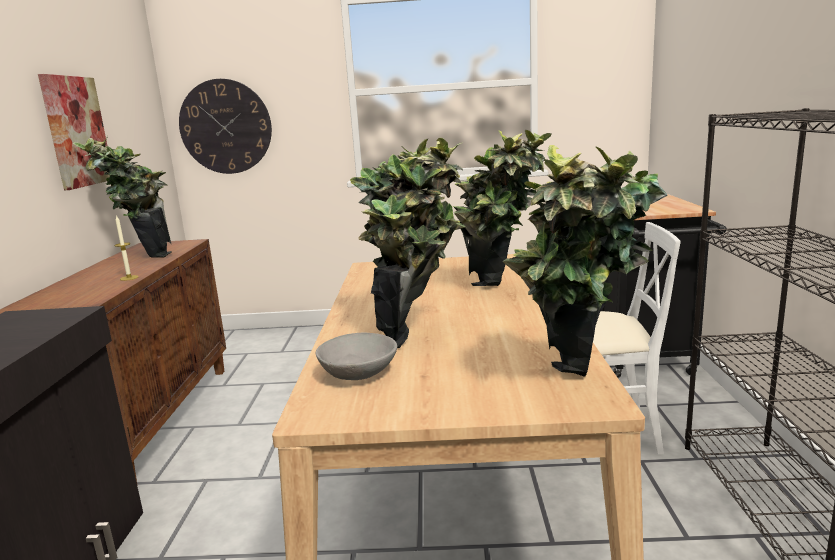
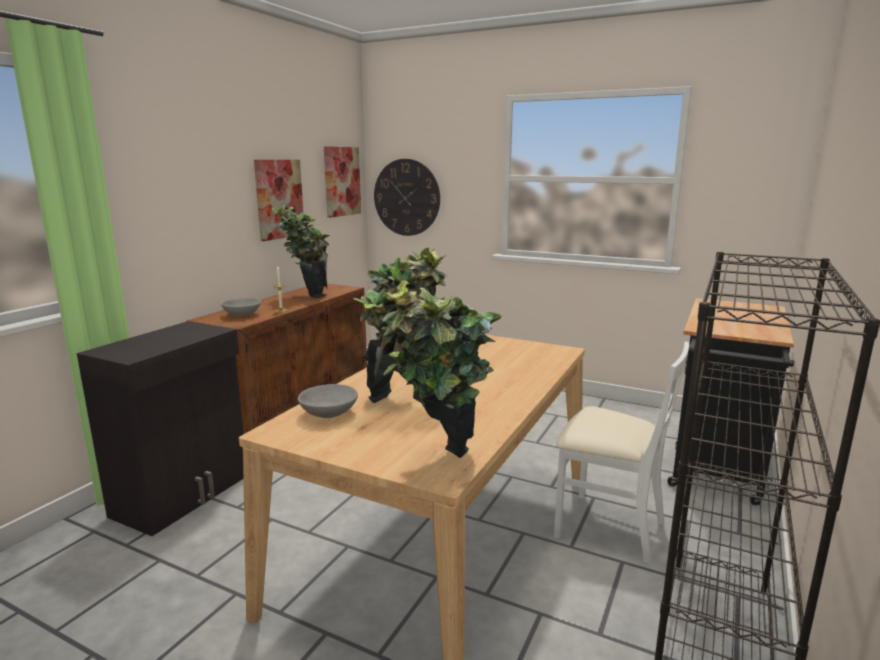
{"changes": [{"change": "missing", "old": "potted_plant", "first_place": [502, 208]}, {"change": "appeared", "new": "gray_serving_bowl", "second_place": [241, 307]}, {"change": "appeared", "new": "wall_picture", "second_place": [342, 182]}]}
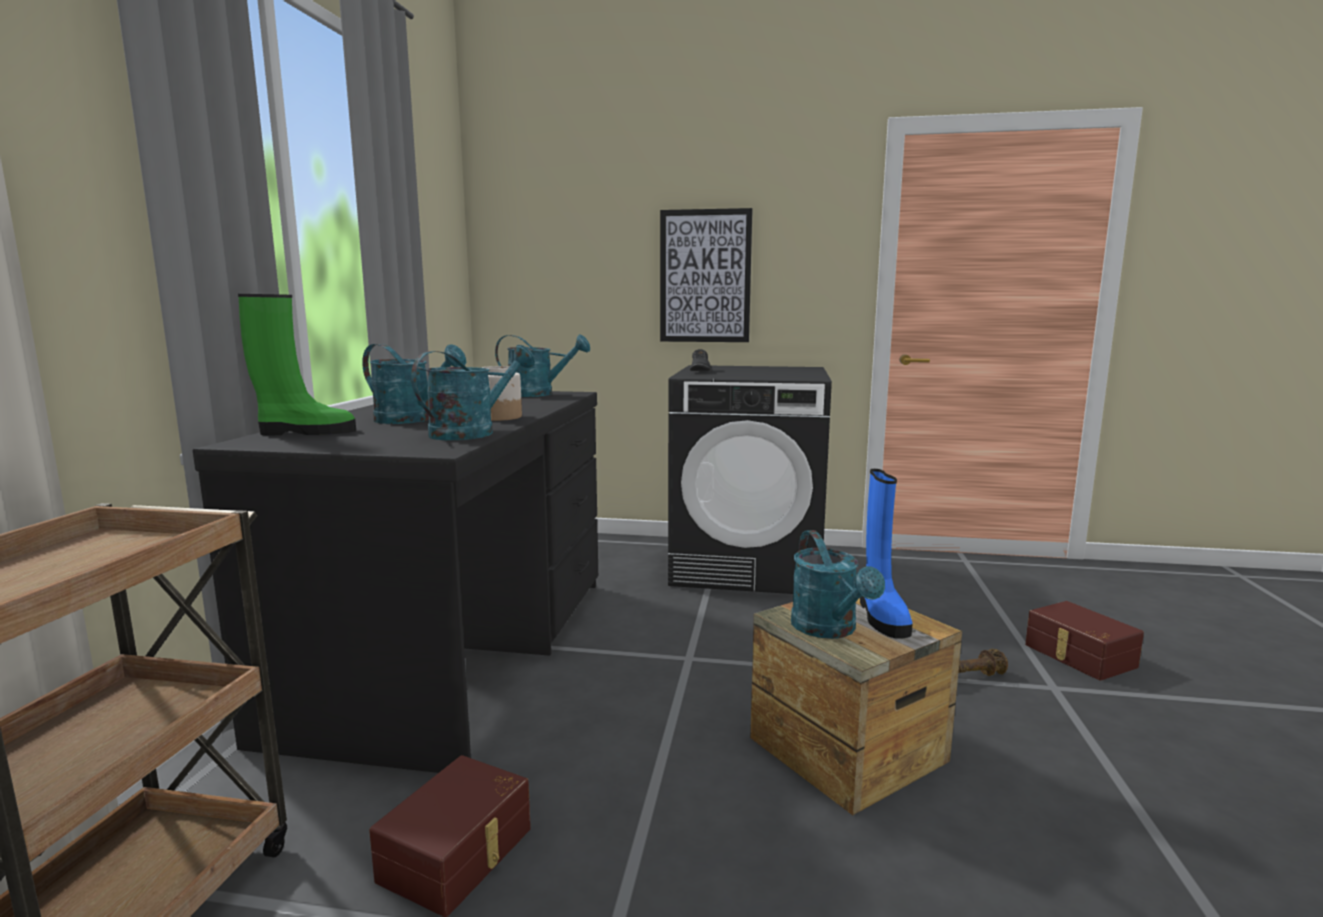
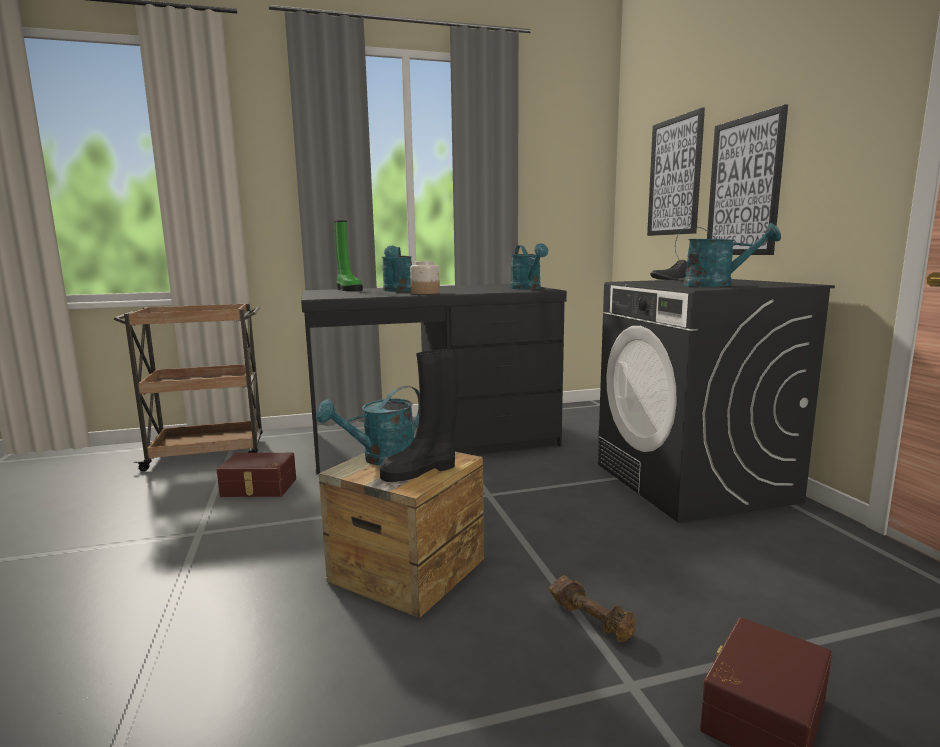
{"changes": [{"change": "appeared", "new": "wall_picture", "second_place": [676, 171]}, {"change": "relocated", "old": "turquoise_watering_pot", "first_place": [473, 392], "second_place": [728, 255]}, {"change": "colour", "old": "blue-coloured_tall_boot", "new": "black_tall_boot", "first_place": [886, 554], "second_place": [419, 415]}]}
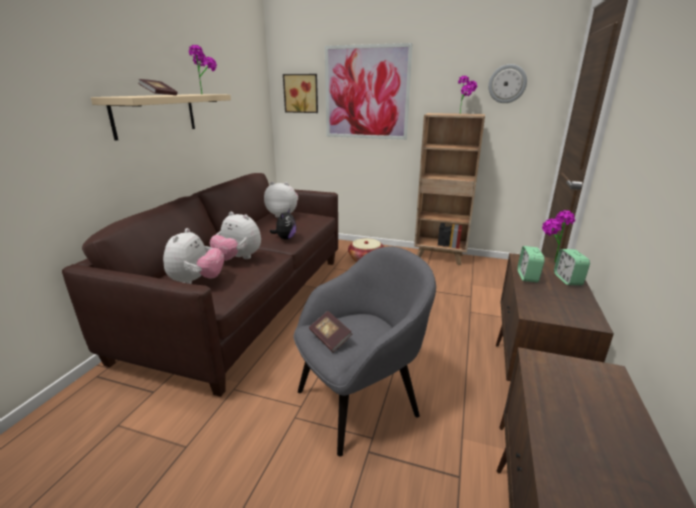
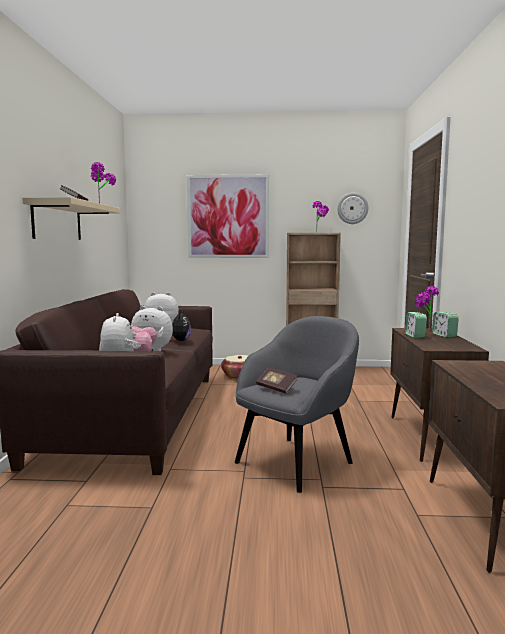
{"changes": [{"change": "missing", "old": "wall_picture", "first_place": [300, 93]}]}
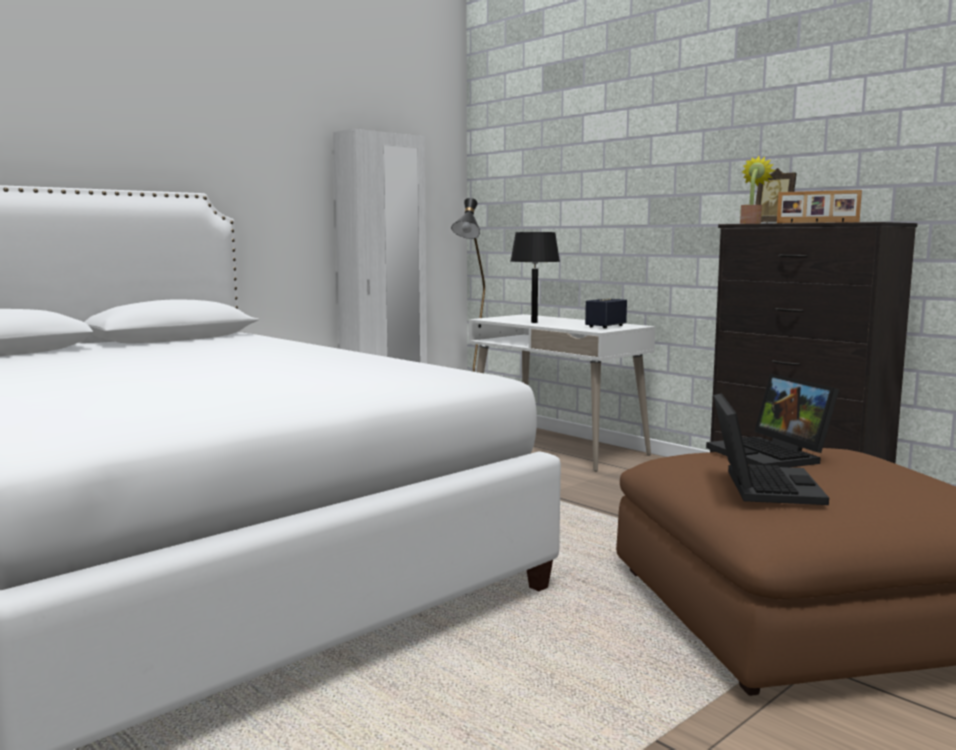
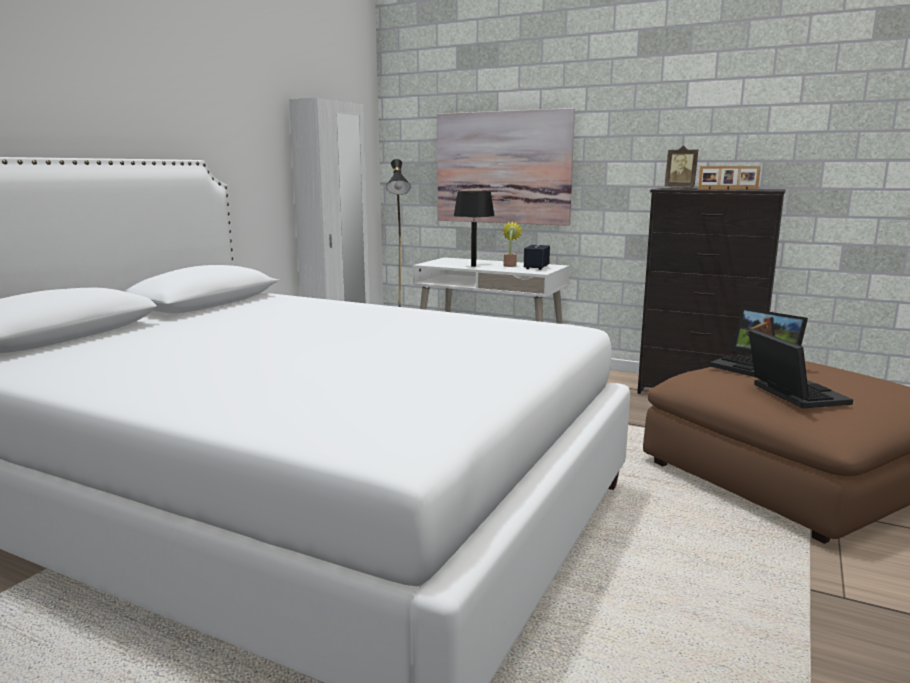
{"changes": [{"change": "appeared", "new": "wall_picture", "second_place": [506, 167]}, {"change": "relocated", "old": "potted_plant", "first_place": [757, 190], "second_place": [512, 244]}]}
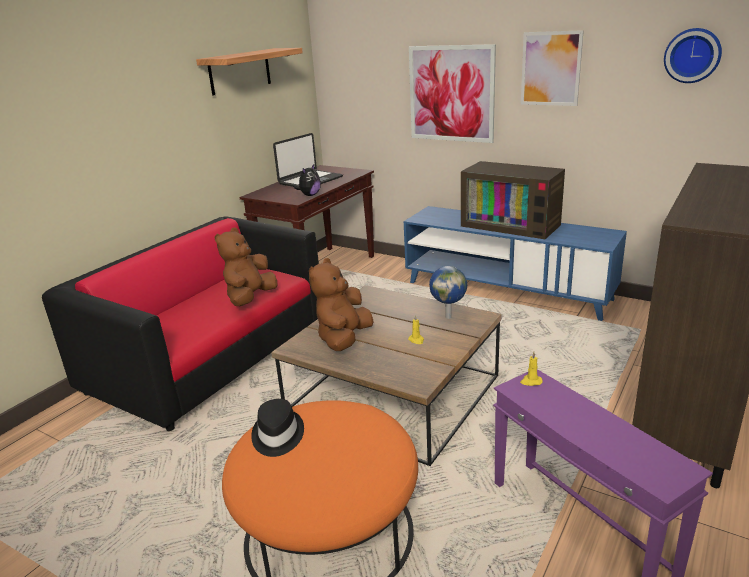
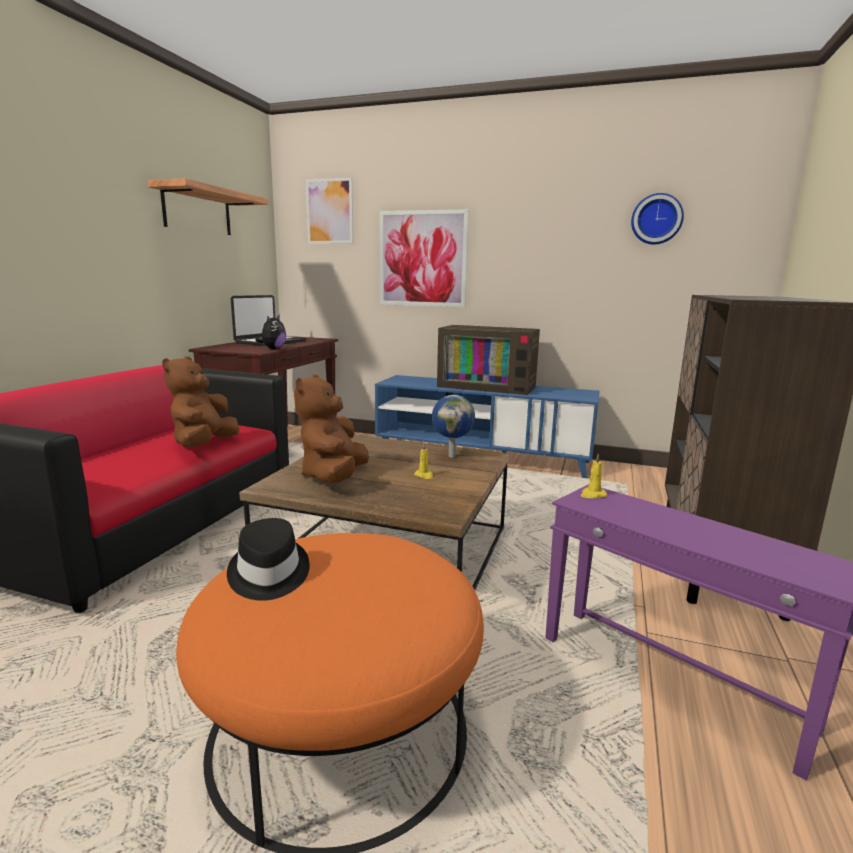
{"changes": [{"change": "relocated", "old": "wall_picture", "first_place": [552, 68], "second_place": [329, 210]}]}
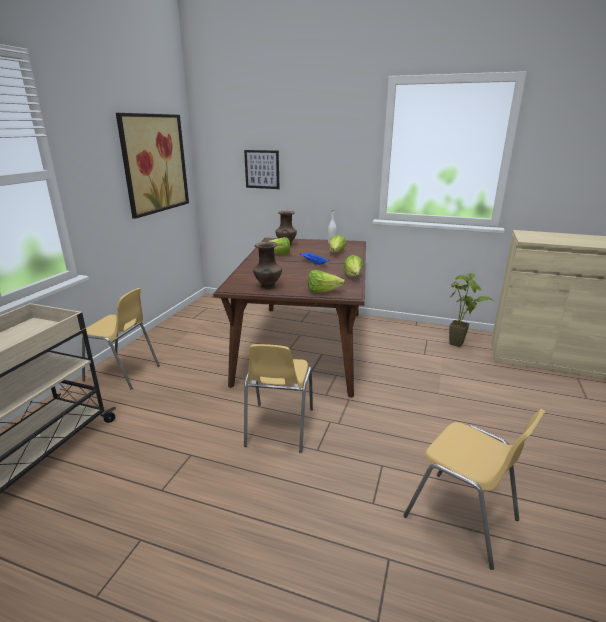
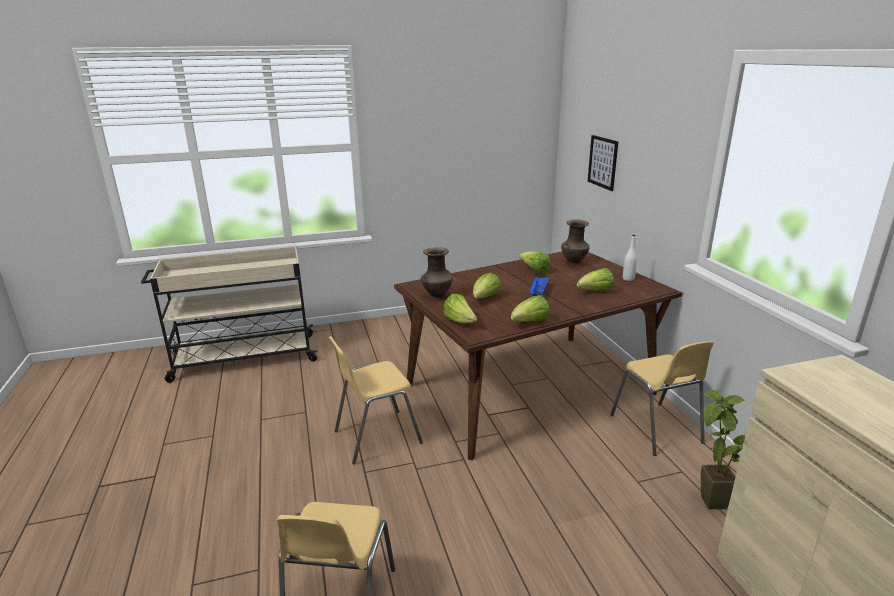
{"changes": [{"change": "missing", "old": "wall_picture", "first_place": [152, 166]}, {"change": "appeared", "new": "head_of_lettuce", "second_place": [487, 285]}, {"change": "relocated", "old": "yellowish_upright_chair", "first_place": [120, 338], "second_place": [662, 398]}]}
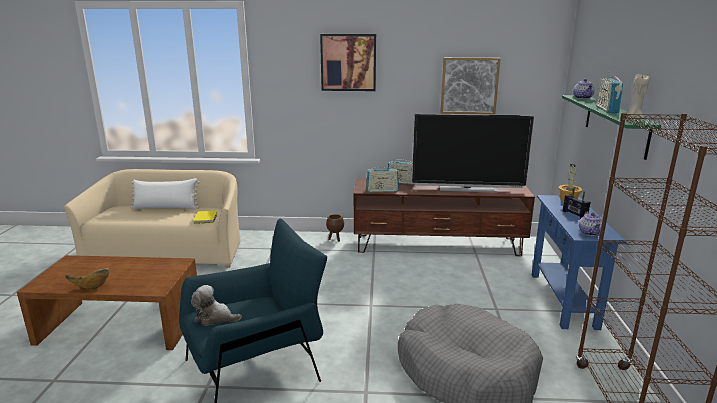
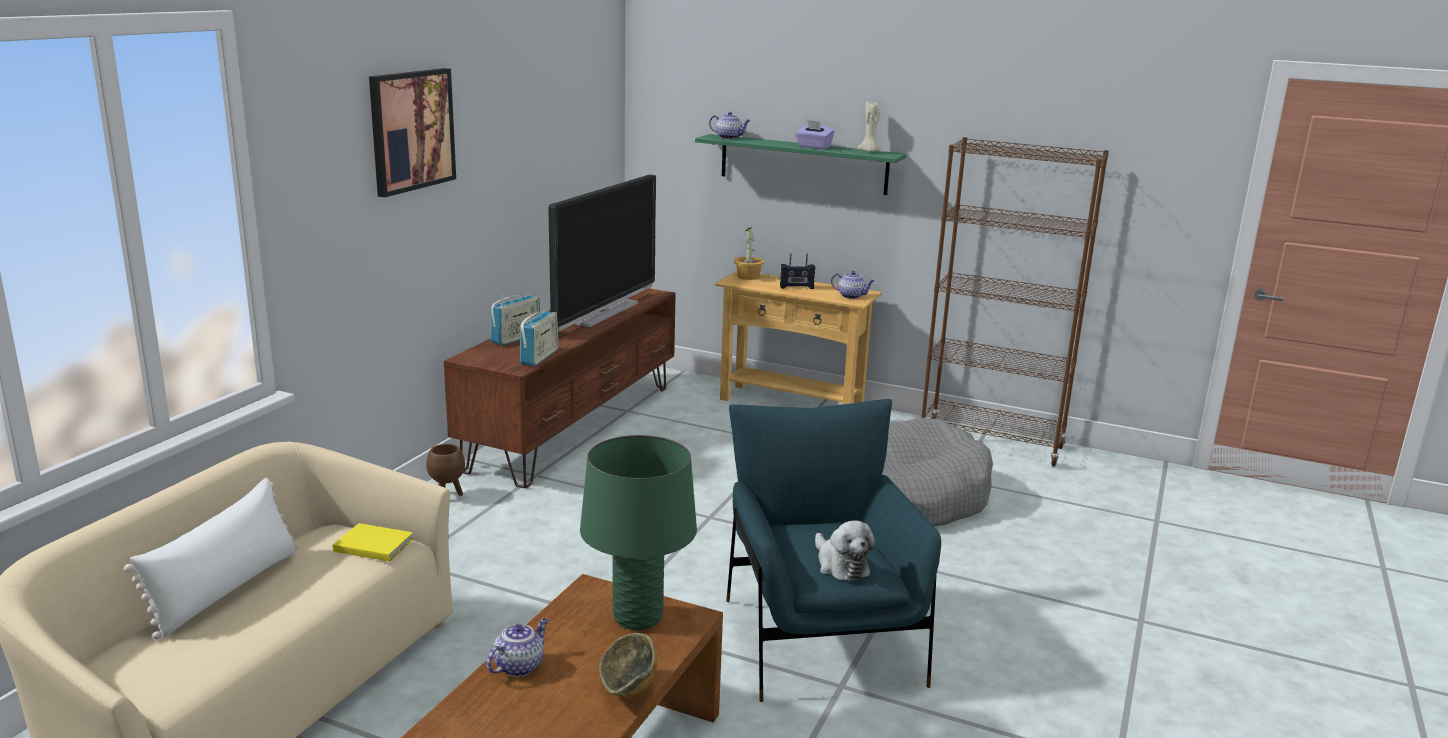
{"changes": [{"change": "missing", "old": "wall_picture", "first_place": [470, 86]}, {"change": "appeared", "new": "teapot", "second_place": [517, 647]}, {"change": "appeared", "new": "green_lamp_for_a_table", "second_place": [638, 533]}, {"change": "exchanged", "old": "radio", "new": "purple-coloured_tissue_box", "first_place": [610, 92], "second_place": [815, 134]}, {"change": "colour", "old": "blue-coloured_hall_table", "new": "sand-coloured_hall_table", "first_place": [579, 262], "second_place": [798, 338]}, {"change": "spun", "old": "plush_toy", "first_place": [216, 305], "second_place": [845, 551], "degrees": -60}]}
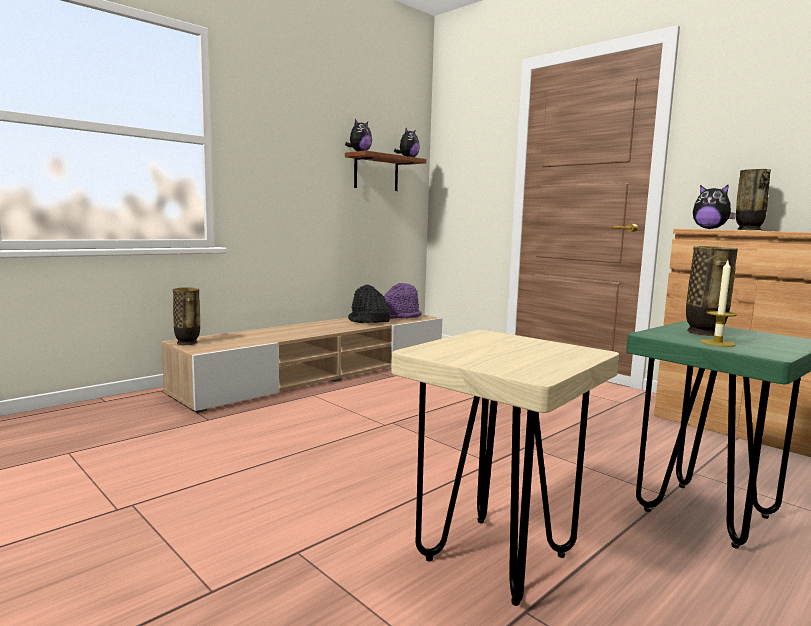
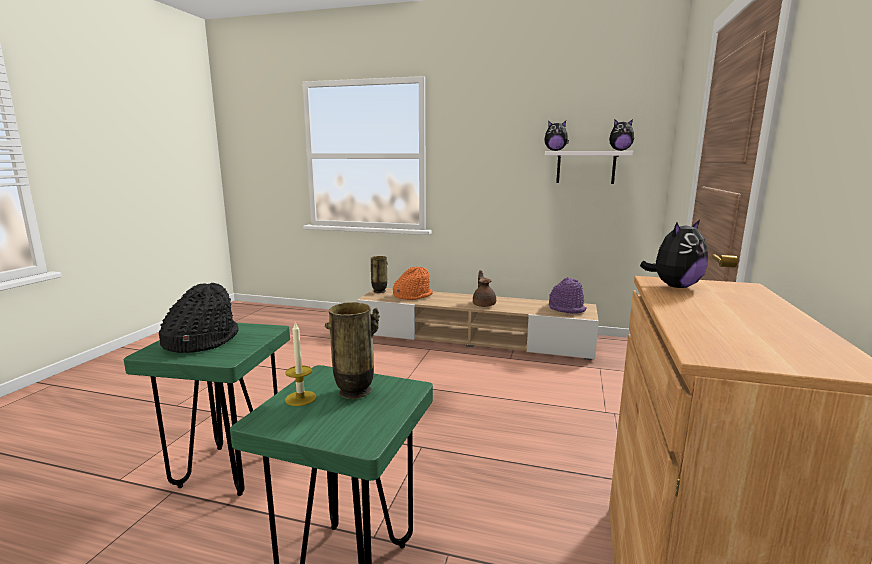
{"changes": [{"change": "missing", "old": "decorative_vase", "first_place": [753, 199]}, {"change": "appeared", "new": "orange_wearable_hat", "second_place": [413, 283]}, {"change": "appeared", "new": "brown-coloured_teapot", "second_place": [484, 288]}, {"change": "relocated", "old": "black_wearable_hat", "first_place": [369, 303], "second_place": [199, 318]}, {"change": "colour", "old": "brown-coloured_bracket_shelf", "new": "white_bracket_shelf", "first_place": [386, 170], "second_place": [589, 167]}, {"change": "colour", "old": "sand-coloured_stool", "new": "green_stool", "first_place": [505, 468], "second_place": [207, 409]}, {"change": "spun", "old": "plush_toy", "first_place": [714, 206], "second_place": [674, 254], "degrees": -135}]}
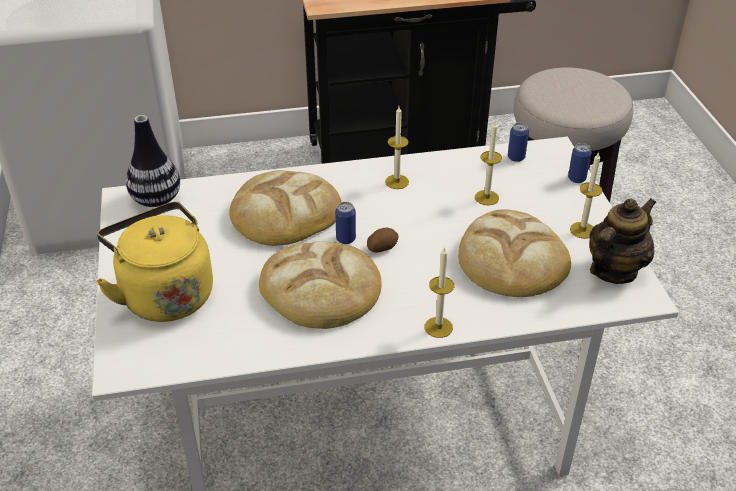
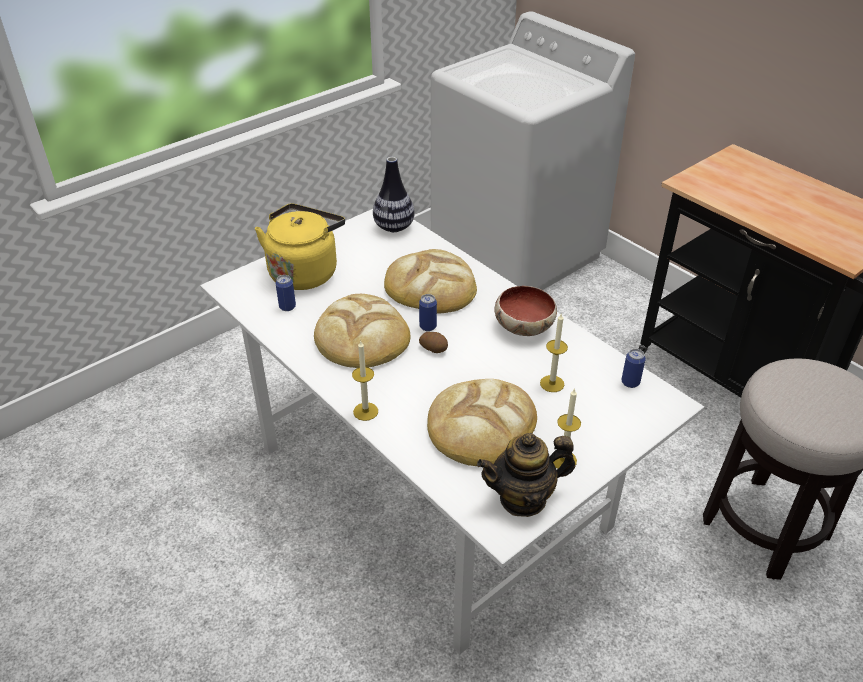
{"changes": [{"change": "relocated", "old": "metal_can", "first_place": [580, 163], "second_place": [285, 293]}, {"change": "exchanged", "old": "wax_candle", "new": "serving_bowl", "first_place": [397, 147], "second_place": [525, 311]}, {"change": "spun", "old": "teapot", "first_place": [622, 241], "second_place": [526, 475], "degrees": 150}]}
